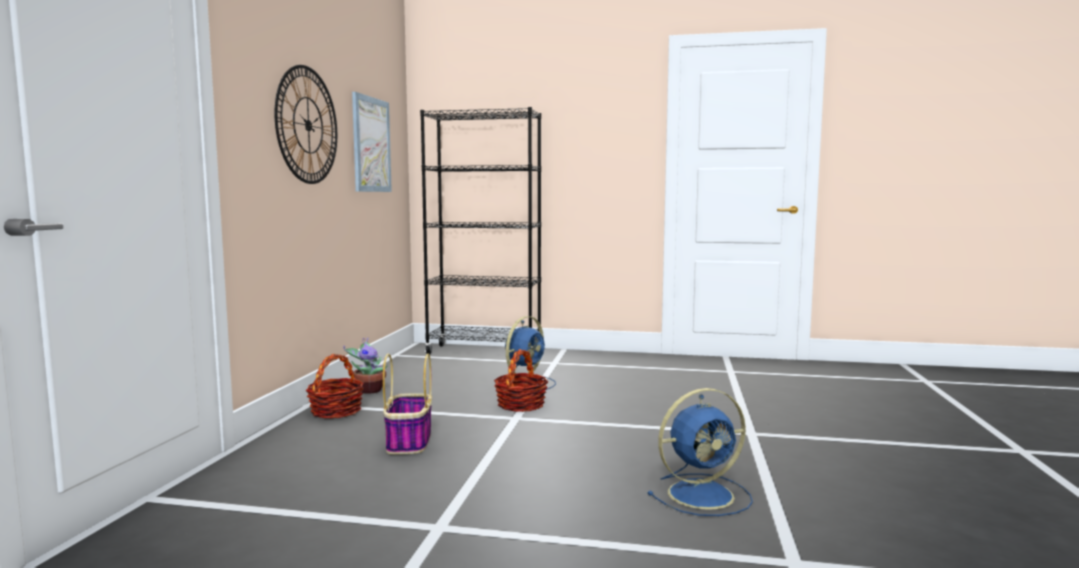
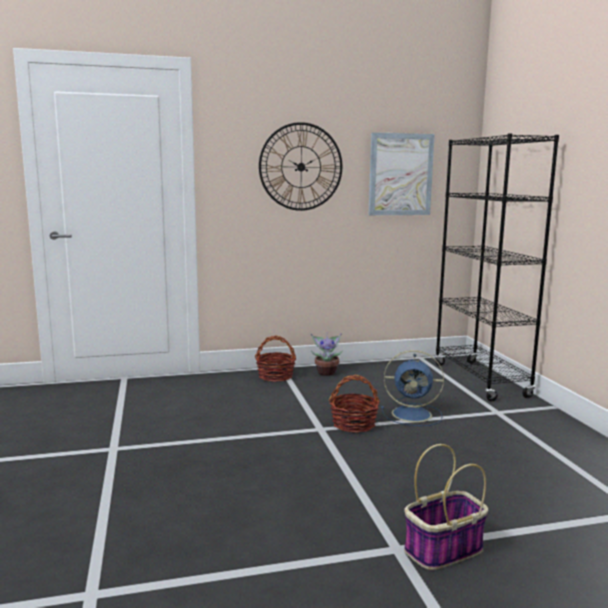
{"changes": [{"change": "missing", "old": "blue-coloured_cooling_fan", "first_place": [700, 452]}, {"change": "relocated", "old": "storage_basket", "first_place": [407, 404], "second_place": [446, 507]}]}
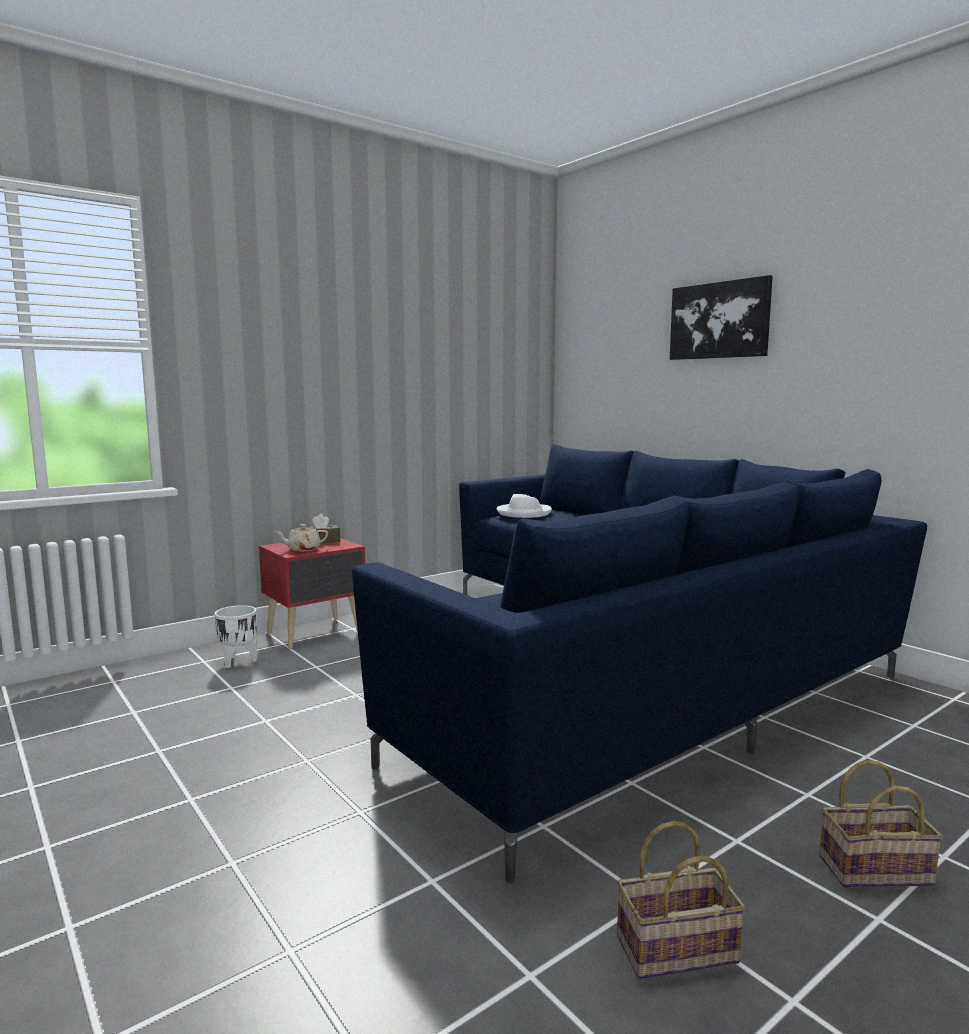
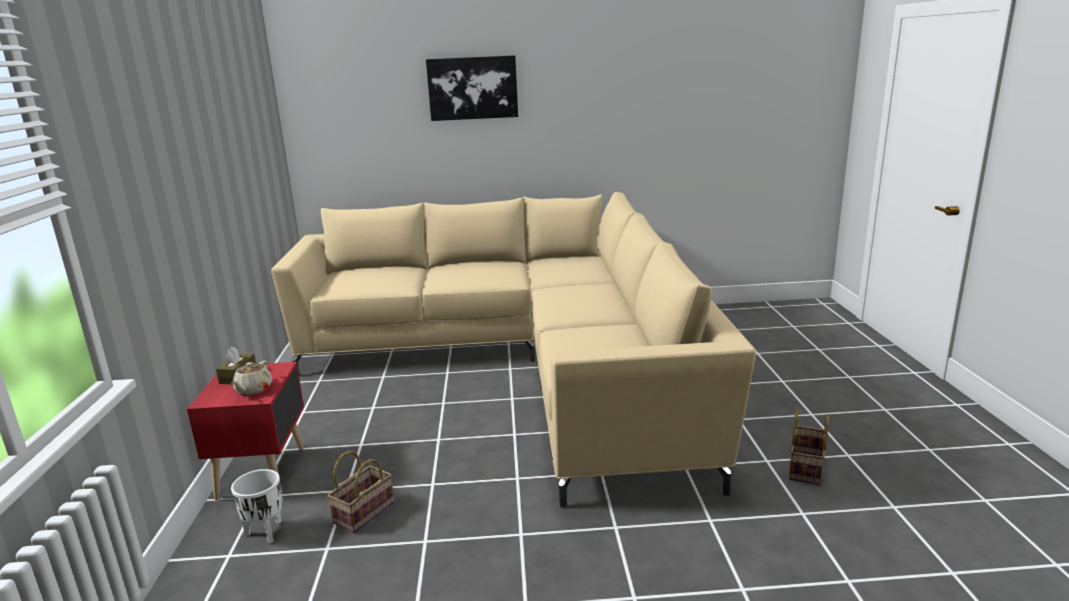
{"changes": [{"change": "missing", "old": "white_wearable_hat", "first_place": [524, 506]}, {"change": "relocated", "old": "storage_basket", "first_place": [881, 824], "second_place": [360, 492]}, {"change": "colour", "old": "blue-coloured_settee", "new": "sand-coloured_settee", "first_place": [639, 663], "second_place": [513, 350]}]}
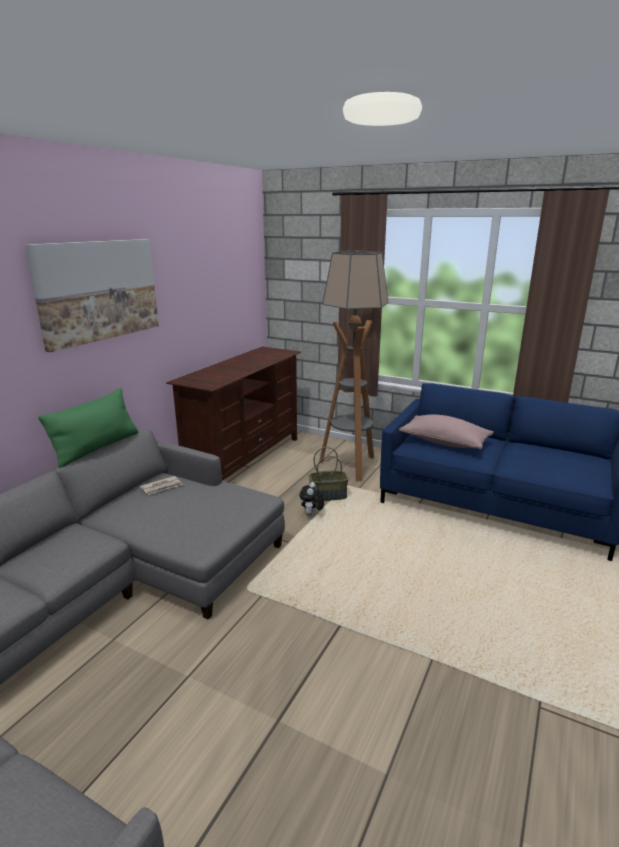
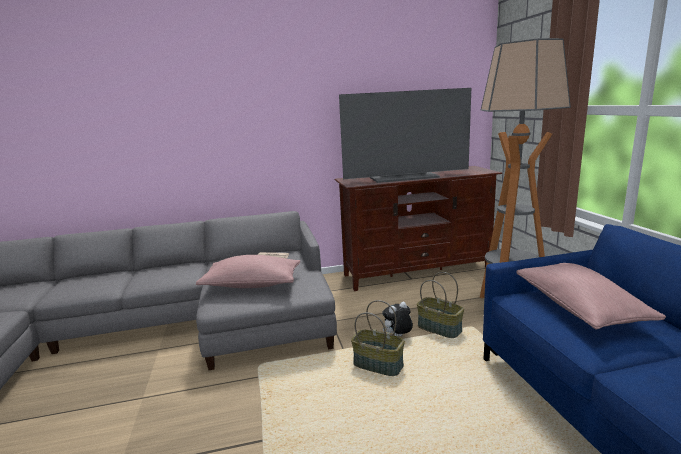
{"changes": [{"change": "missing", "old": "wall_picture", "first_place": [92, 295]}, {"change": "missing", "old": "green_throw_pillow", "first_place": [88, 428]}, {"change": "appeared", "new": "pink-coloured_throw_pillow", "second_place": [248, 271]}, {"change": "appeared", "new": "TV", "second_place": [405, 135]}, {"change": "appeared", "new": "storage_basket", "second_place": [378, 338]}]}
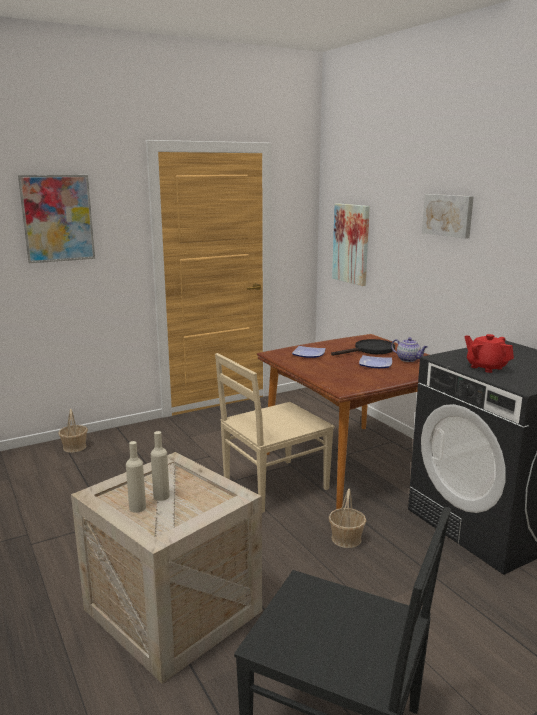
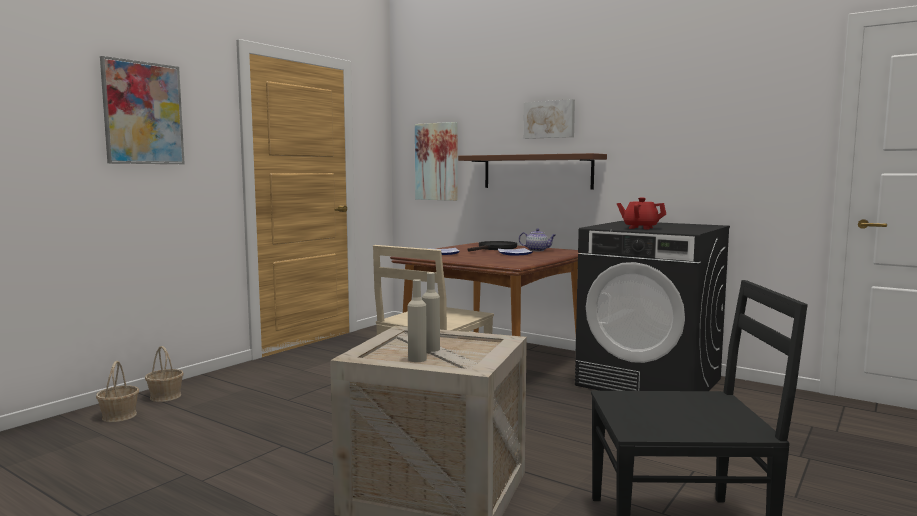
{"changes": [{"change": "appeared", "new": "brown-coloured_bracket_shelf", "second_place": [532, 171]}, {"change": "relocated", "old": "storage_basket", "first_place": [347, 518], "second_place": [117, 391]}]}
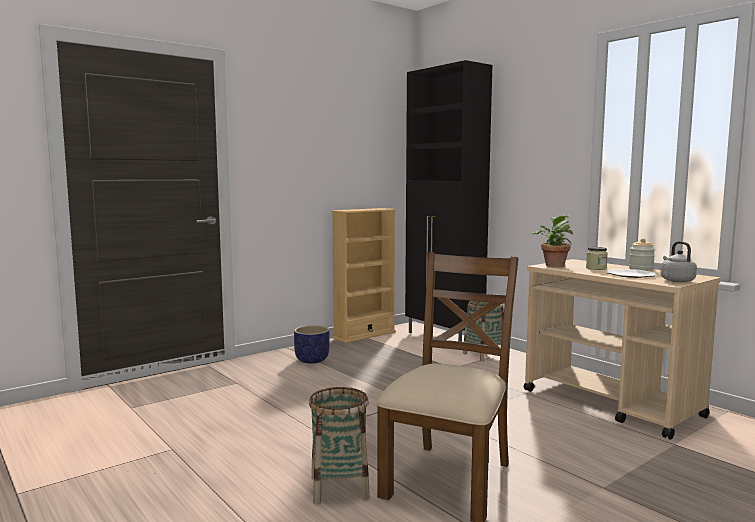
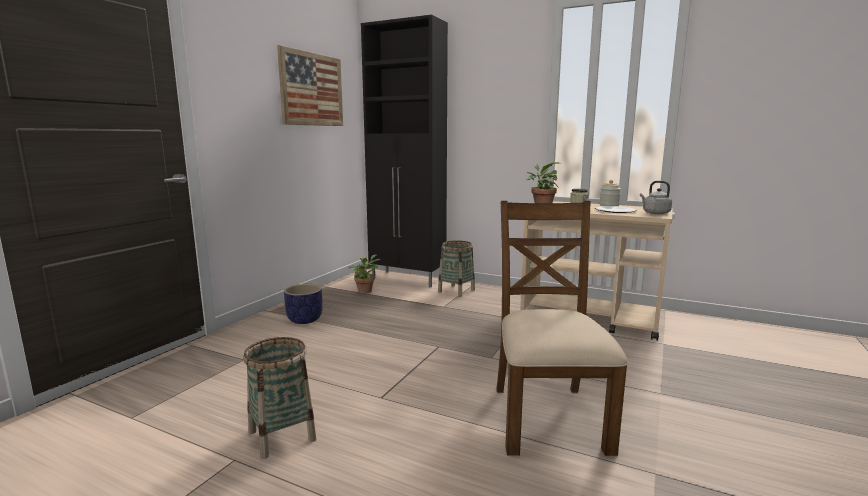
{"changes": [{"change": "missing", "old": "sand-coloured_shelving_unit", "first_place": [363, 275]}, {"change": "appeared", "new": "wall_picture", "second_place": [310, 85]}, {"change": "appeared", "new": "potted_plant", "second_place": [365, 274]}, {"change": "relocated", "old": "storage_basket", "first_place": [339, 445], "second_place": [279, 398]}]}
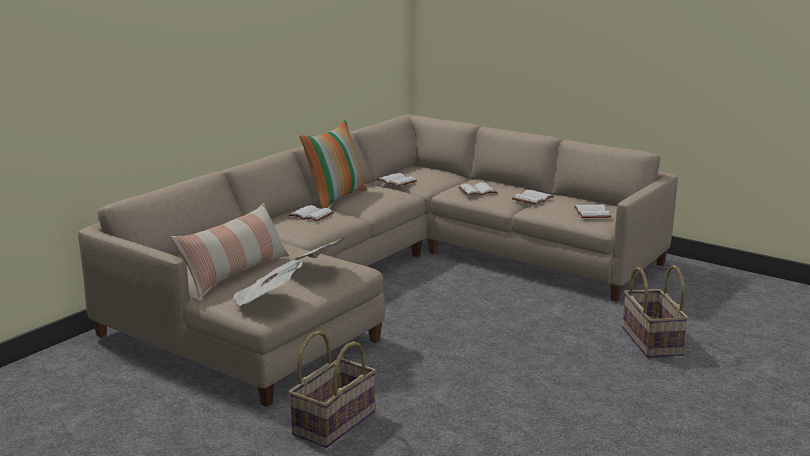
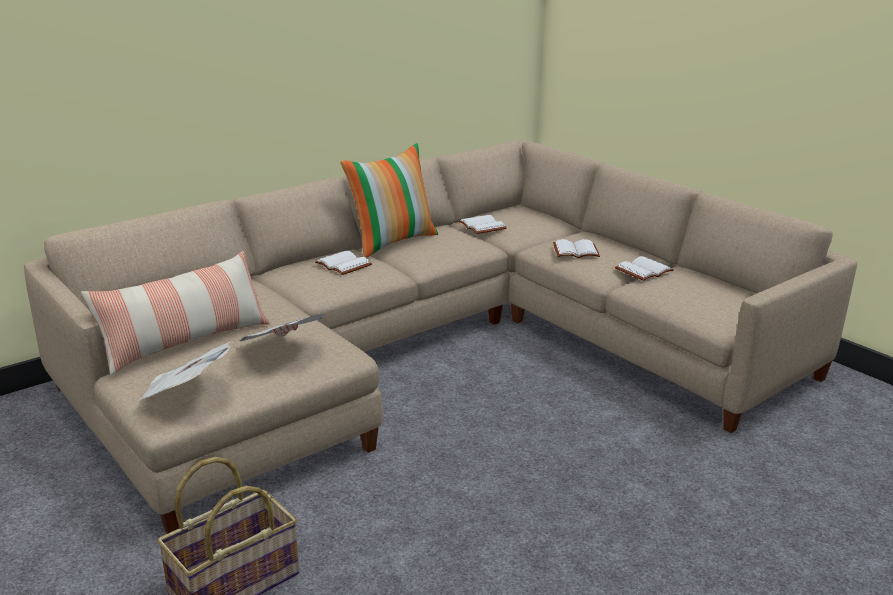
{"changes": [{"change": "missing", "old": "white_bound_book", "first_place": [592, 211]}, {"change": "missing", "old": "storage_basket", "first_place": [655, 311]}]}
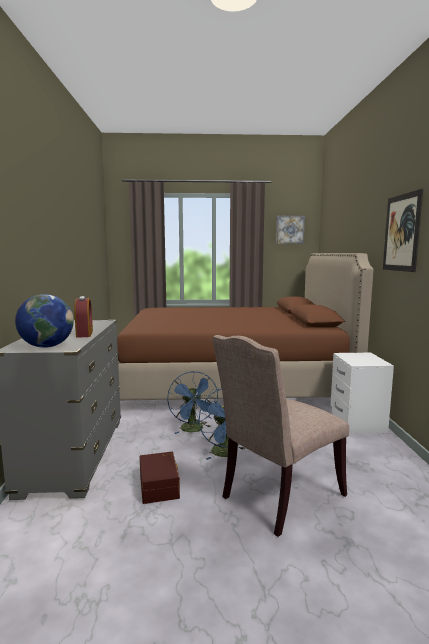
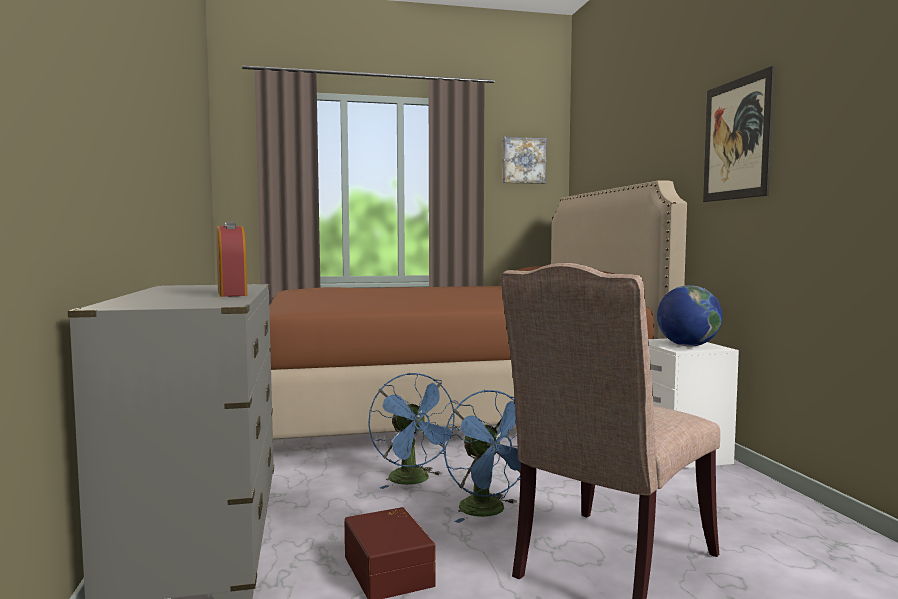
{"changes": [{"change": "relocated", "old": "world_globe", "first_place": [44, 321], "second_place": [689, 316]}]}
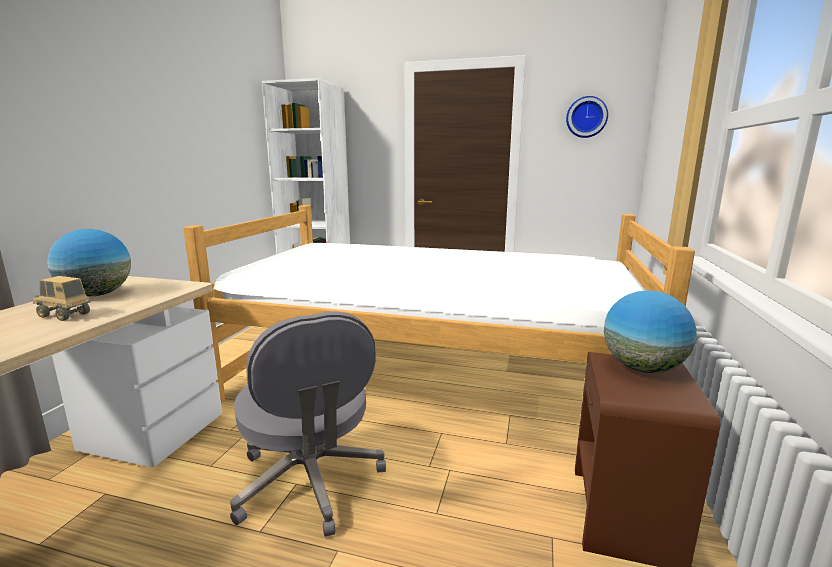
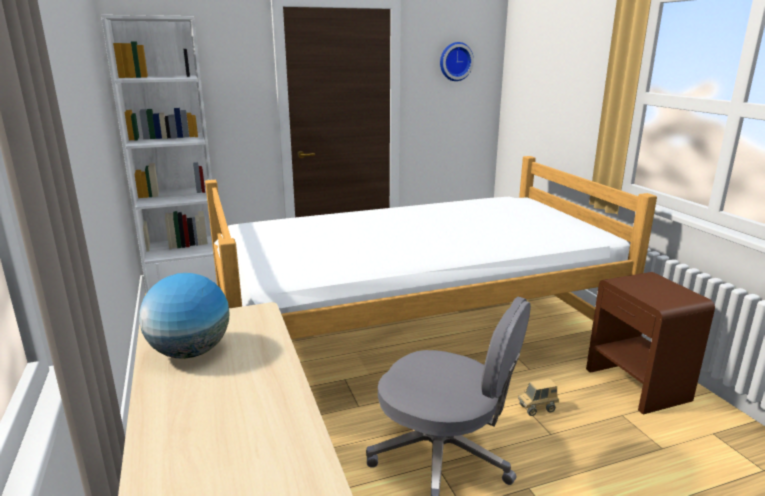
{"changes": [{"change": "missing", "old": "world_globe", "first_place": [650, 331]}, {"change": "relocated", "old": "toy_lorry", "first_place": [62, 298], "second_place": [538, 397]}]}
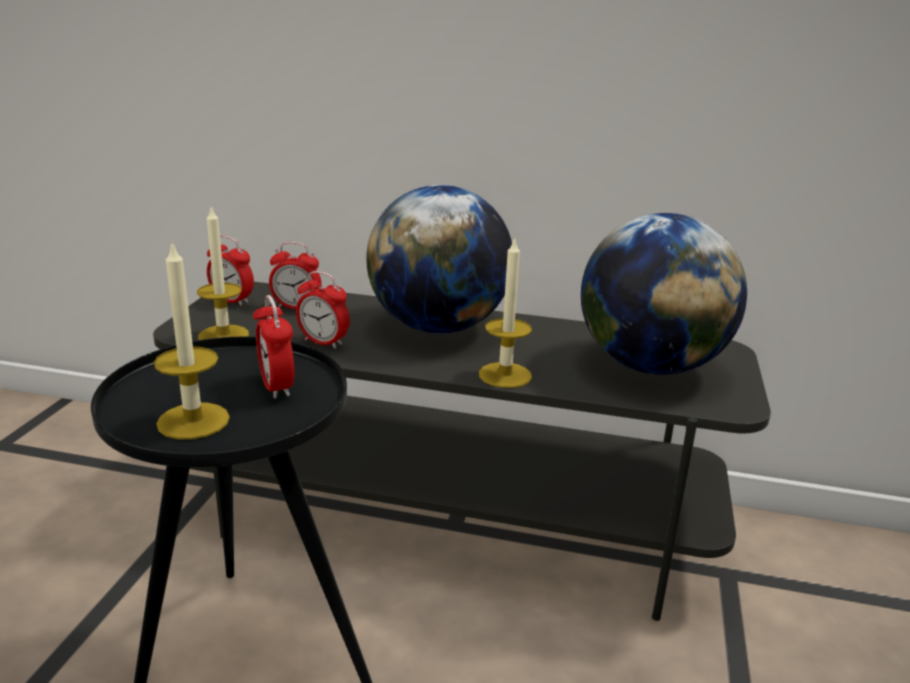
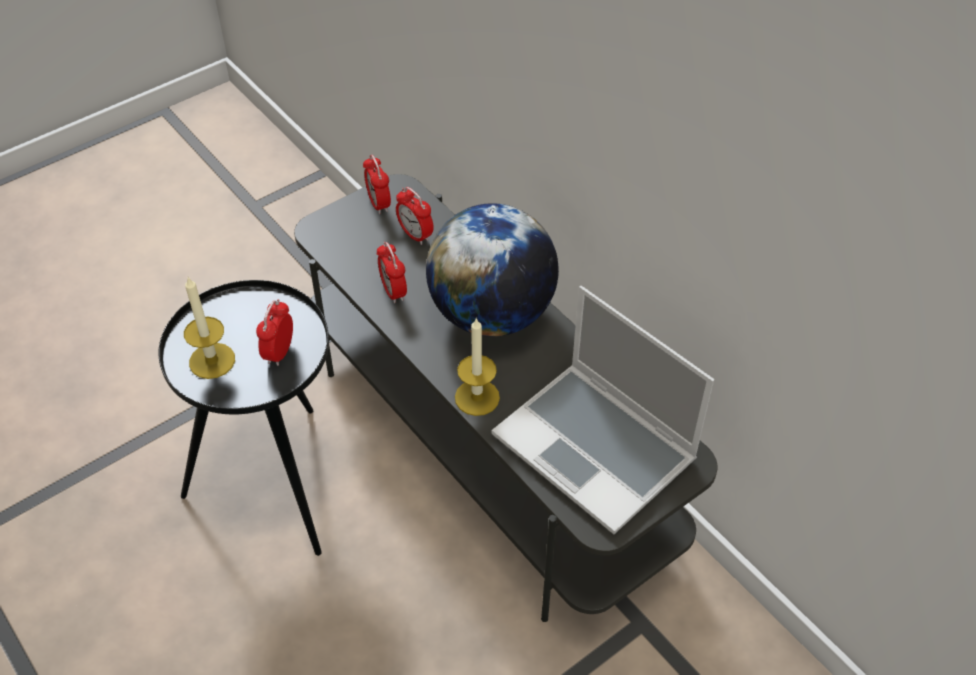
{"changes": [{"change": "missing", "old": "wax_candle", "first_place": [223, 273]}, {"change": "exchanged", "old": "world_globe", "new": "portable_computer", "first_place": [664, 294], "second_place": [603, 410]}]}
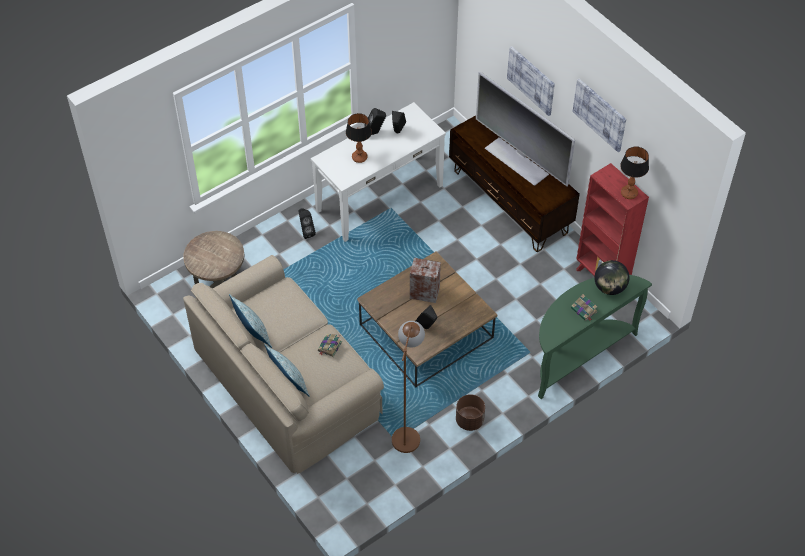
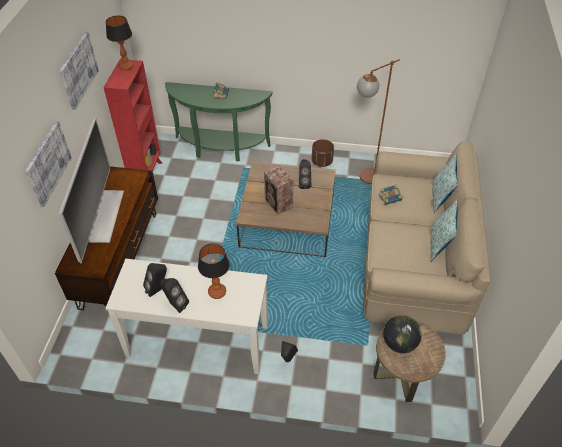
{"changes": [{"change": "relocated", "old": "world_globe", "first_place": [612, 277], "second_place": [402, 334]}]}
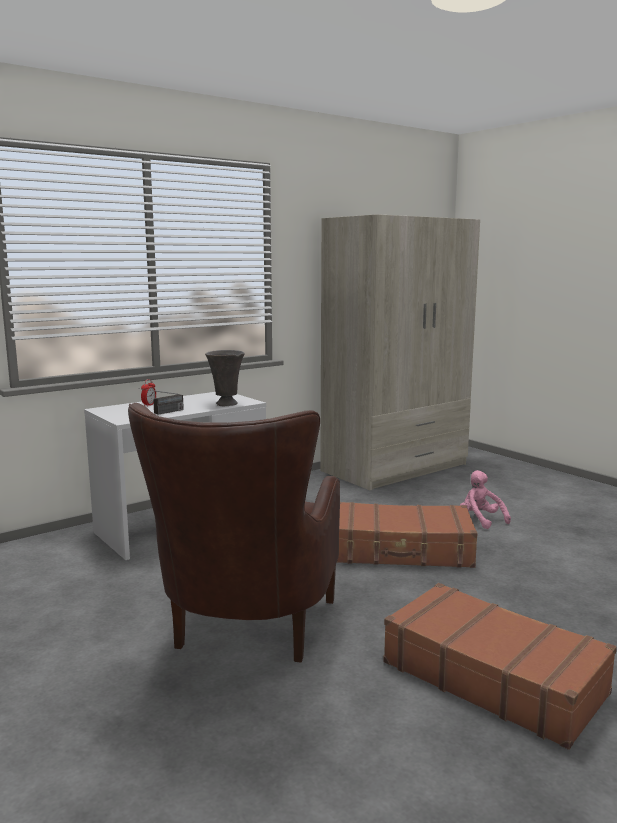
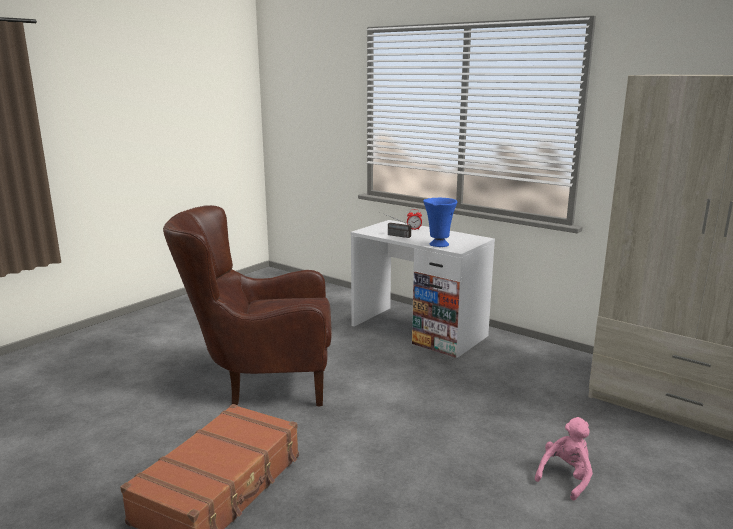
{"changes": [{"change": "missing", "old": "brown-coloured_piece_of_luggage", "first_place": [407, 535]}, {"change": "colour", "old": "gray_decorative_vase", "new": "blue-coloured_decorative_vase", "first_place": [225, 378], "second_place": [440, 222]}]}
